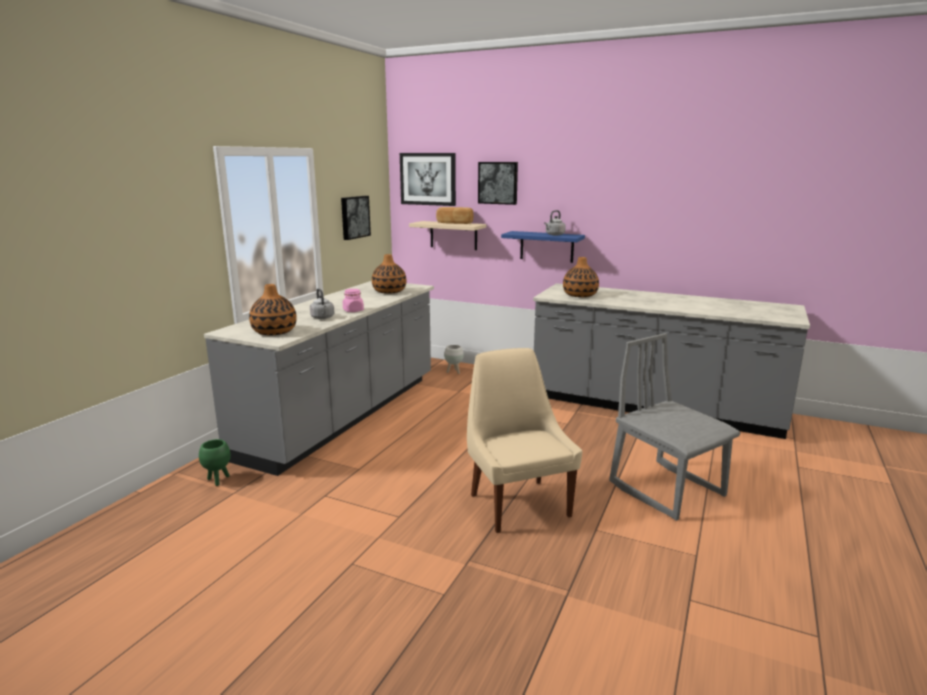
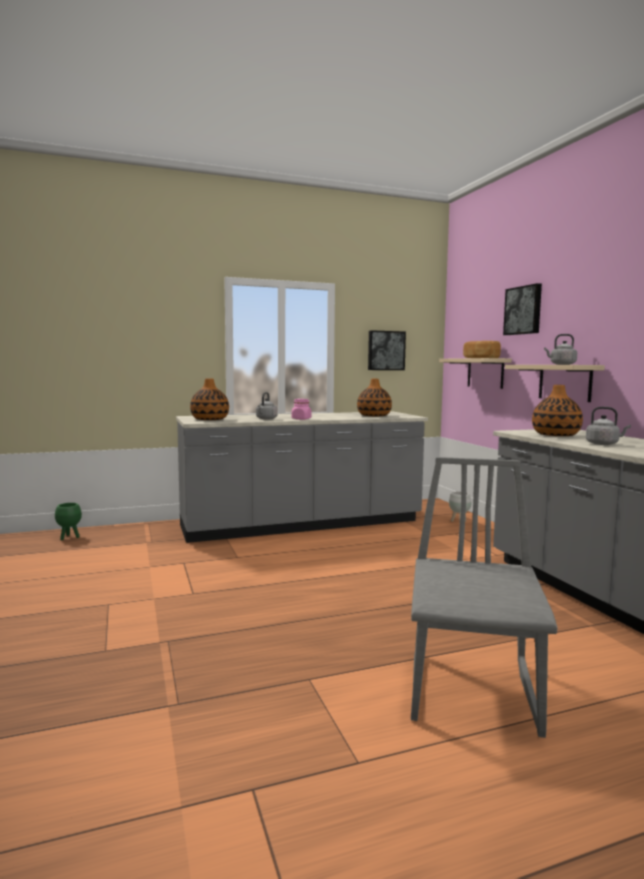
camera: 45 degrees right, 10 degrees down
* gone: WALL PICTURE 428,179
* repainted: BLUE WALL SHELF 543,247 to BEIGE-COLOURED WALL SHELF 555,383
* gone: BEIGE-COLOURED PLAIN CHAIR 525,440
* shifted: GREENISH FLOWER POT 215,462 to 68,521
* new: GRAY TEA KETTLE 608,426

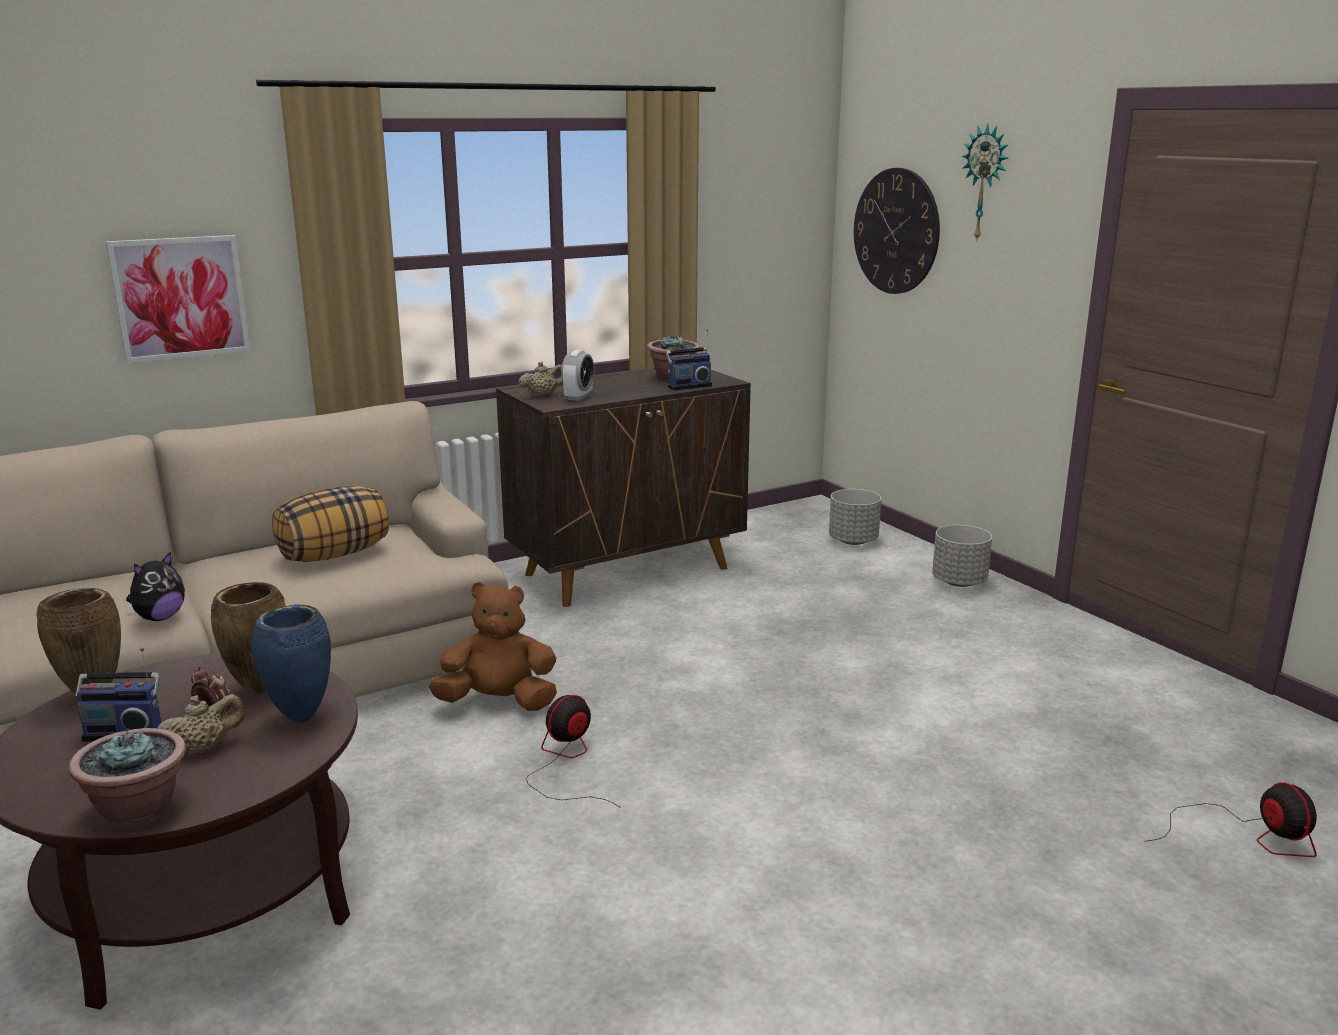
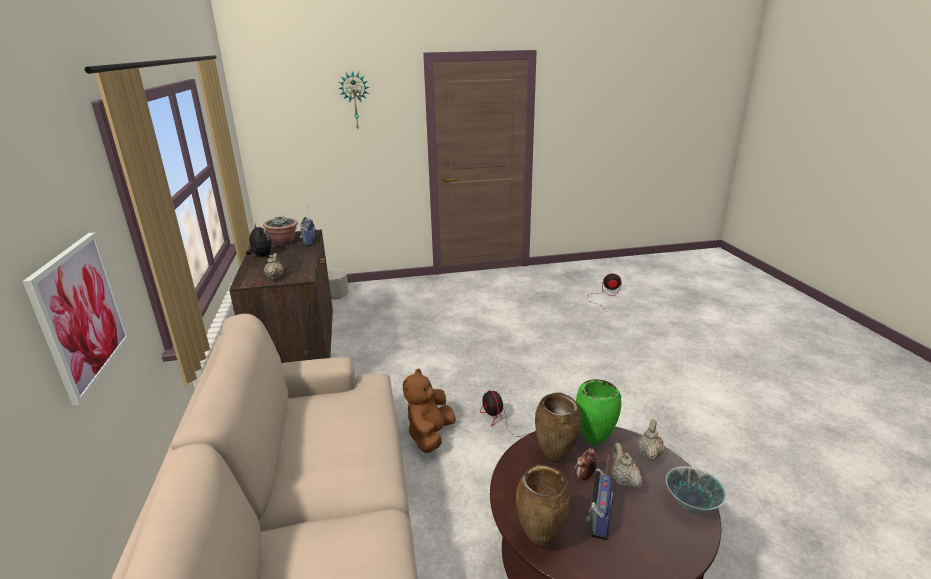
camera: 70 degrees left, 5 degrees up
* gone: HANGING CLOCK 897,231
* gone: BEDSIDE CLOCK 577,375
* gone: THROW PILLOW 330,524
* gone: GRAY FLOWER POT 962,556
* shifted: SOFT TOY 155,586 to 259,240
* repainted: BLUE VASE 291,663 to GREENISH VASE 598,412
* swapped: HOUSEPLANT 127,777 to BOWL 696,489
* new: BEIGE-COLOURED TEA POT 651,439

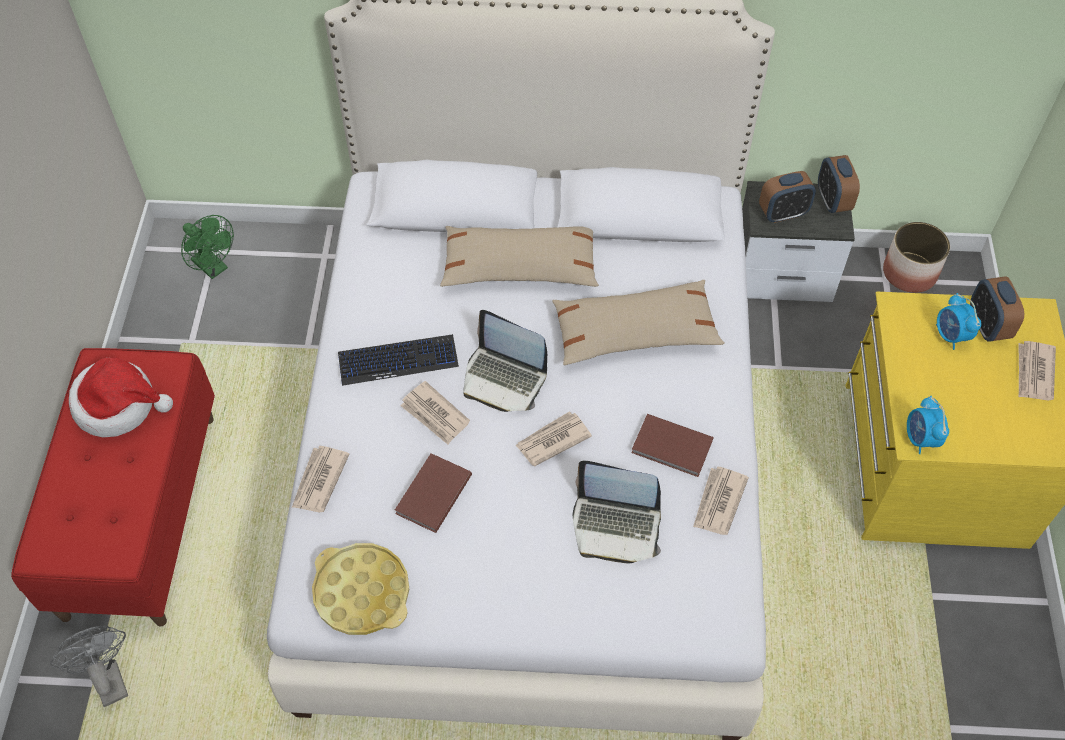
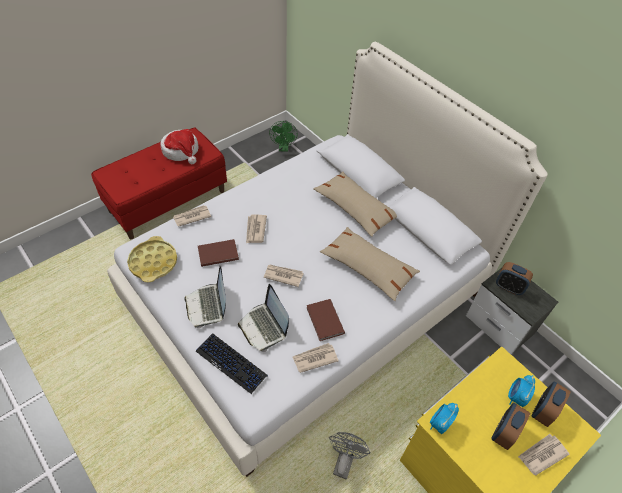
camera: 45 degrees right, 5 degrees down
* shifted: BEDSIDE CLOCK 839,184 to 510,426
* gone: FLOWER POT 916,257
* shifted: PORTABLE COMPUTER 505,361 to 205,297
* shifted: PC KEYBOARD 398,360 to 232,363
* shifted: GRAY COOLING FAN 89,666 to 350,455

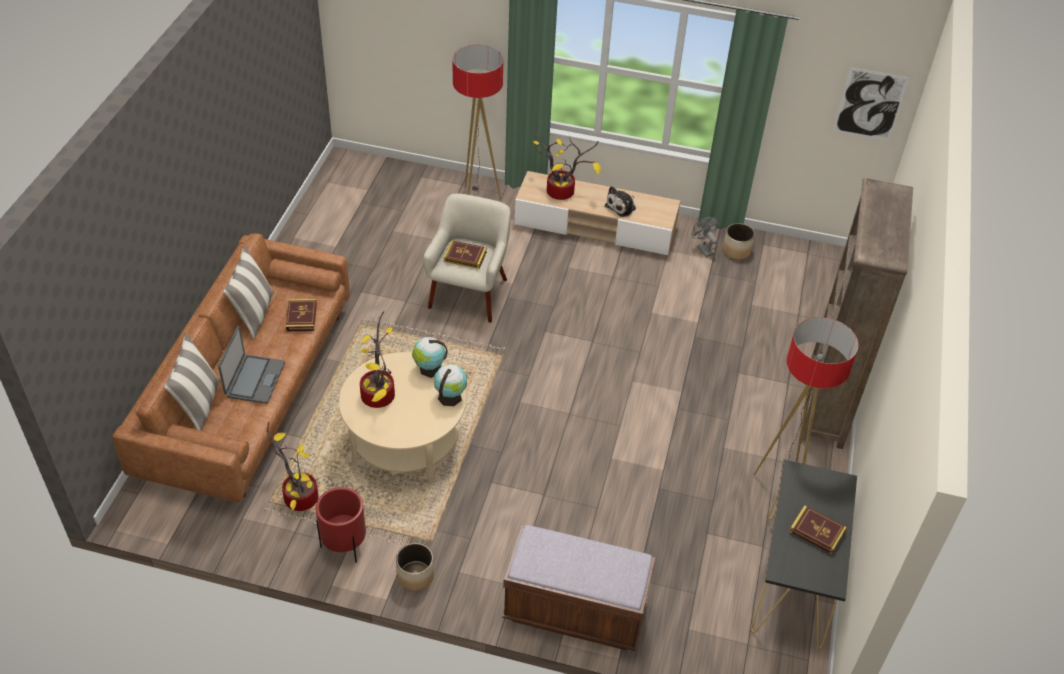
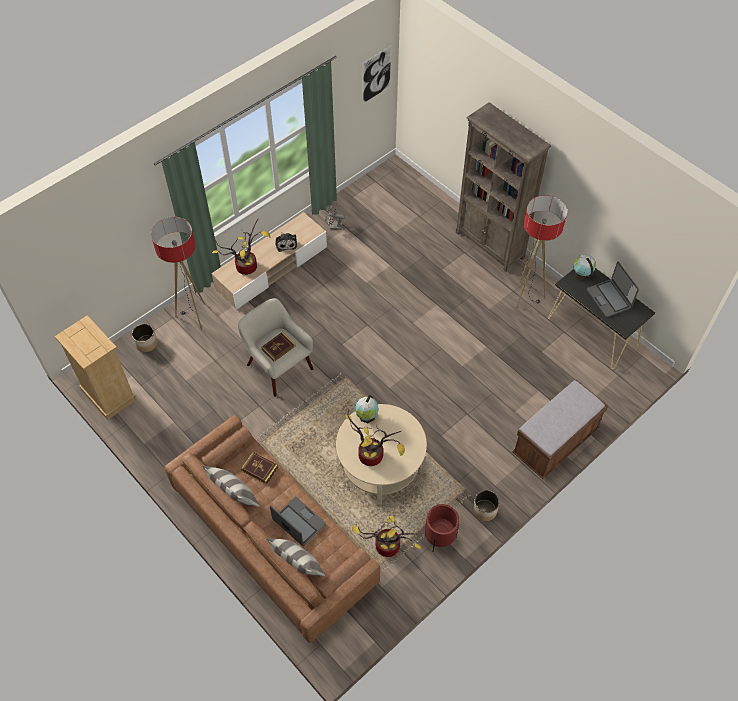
camera: 55 degrees left, 10 degrees up
* shifted: FLOWER POT 739,241 to 145,338
* shifted: DESK GLOBE 450,385 to 584,268
* swapped: VOLUME 818,529 to PORTABLE COMPUTER 613,289
* new: BEIGE-COLOURED CHEST OF DRAWERS 96,367

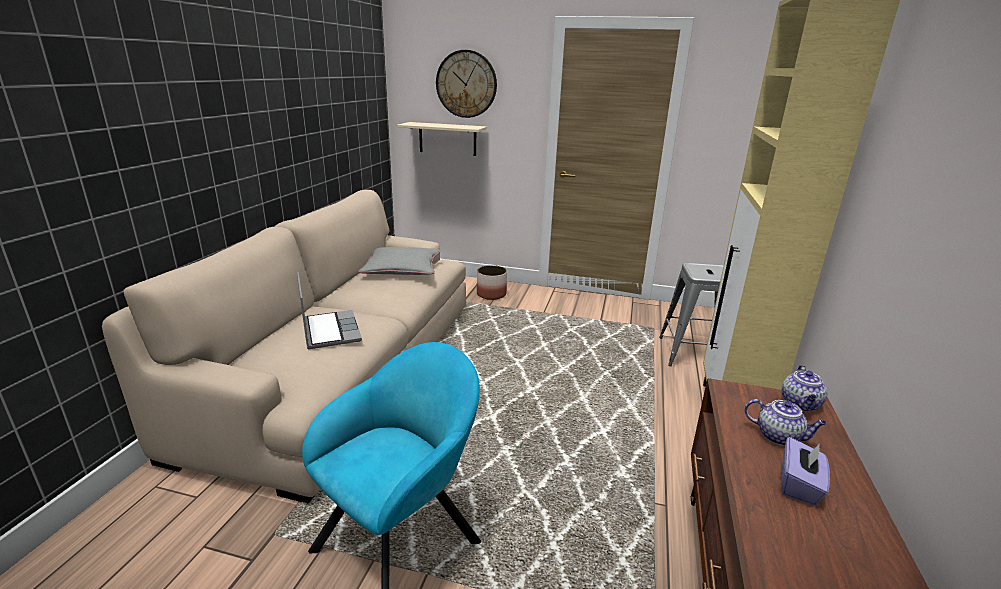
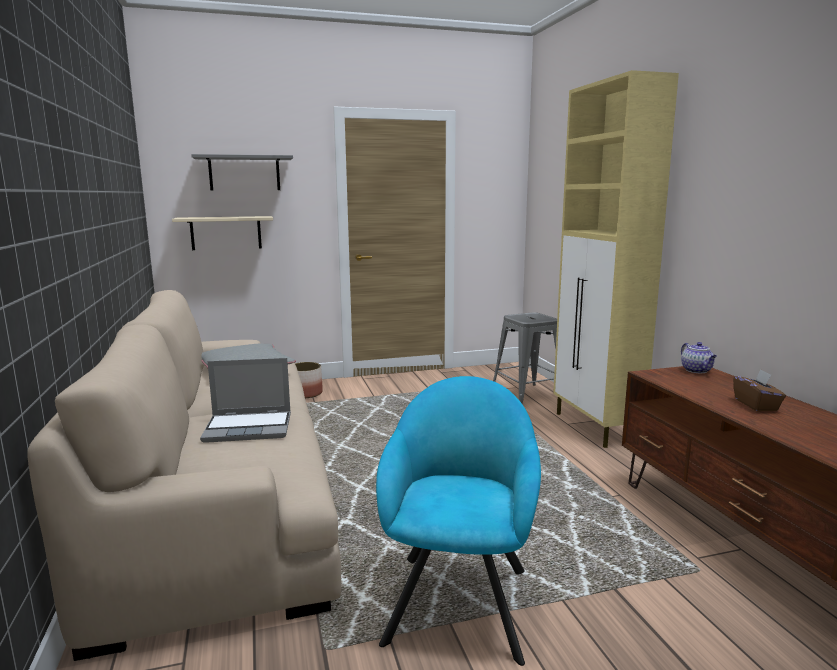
camera: 30 degrees left, 10 degrees down
* swapped: HANGING CLOCK 466,84 to GRAY WALL SHELF 242,172
* rotated: PORTABLE COMPUTER 329,310 = 245,400 135 degrees clockwise
* gone: TEA POT 785,422
* repainted: PURPLE BOX OF TISSUES 805,471 to BROWN BOX OF TISSUES 759,390

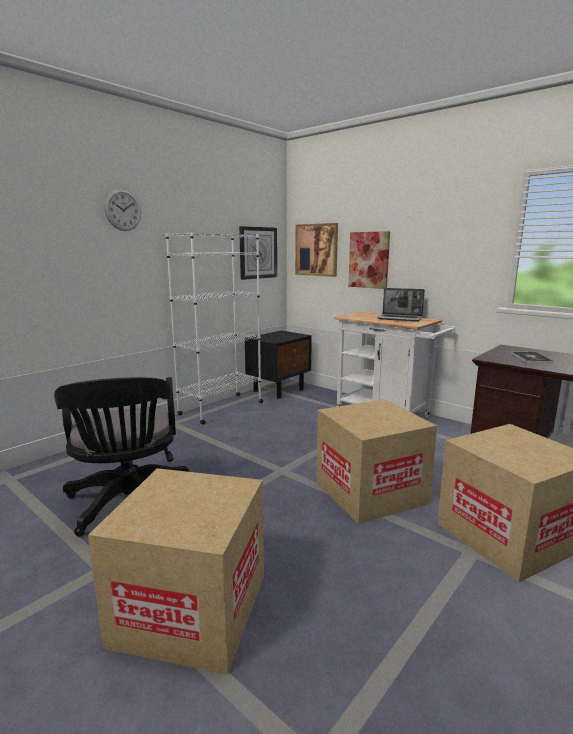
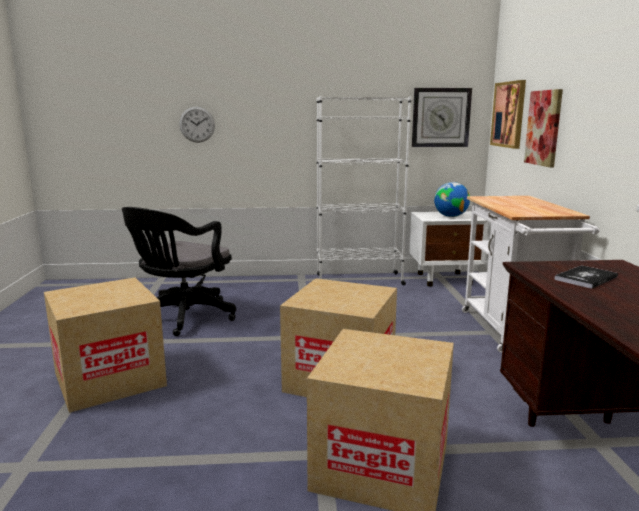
camera: 45 degrees right, 0 degrees up
* shifted: HANGING CLOCK 122,210 to 197,125
* gone: PORTABLE COMPUTER 401,305
* repainted: BLACK NIGHT TABLE 278,364 to WHITE NIGHT TABLE 448,248
* new: DESK GLOBE 452,199

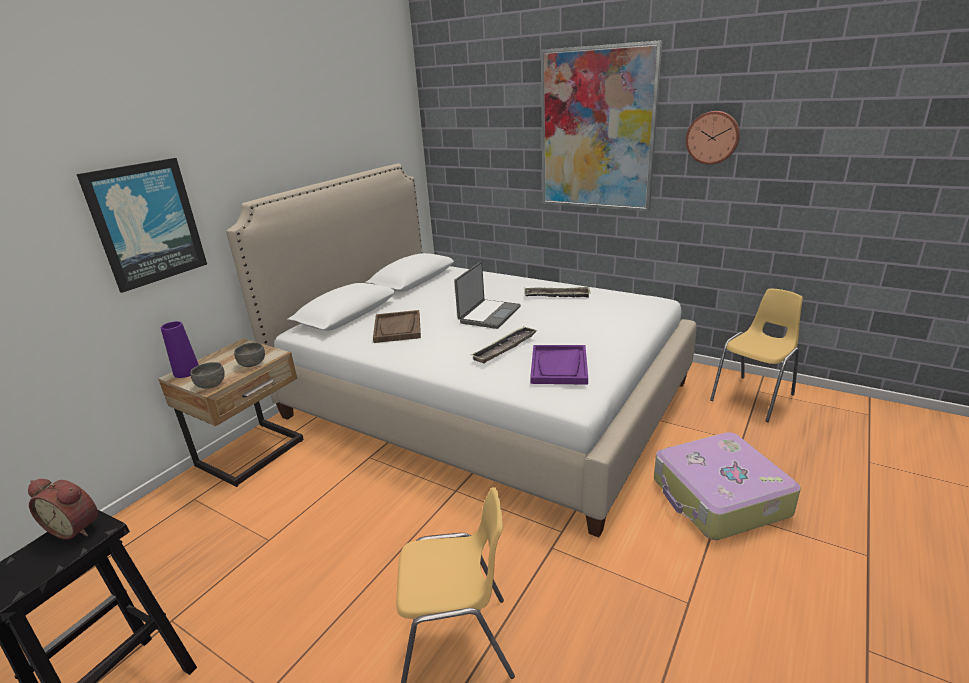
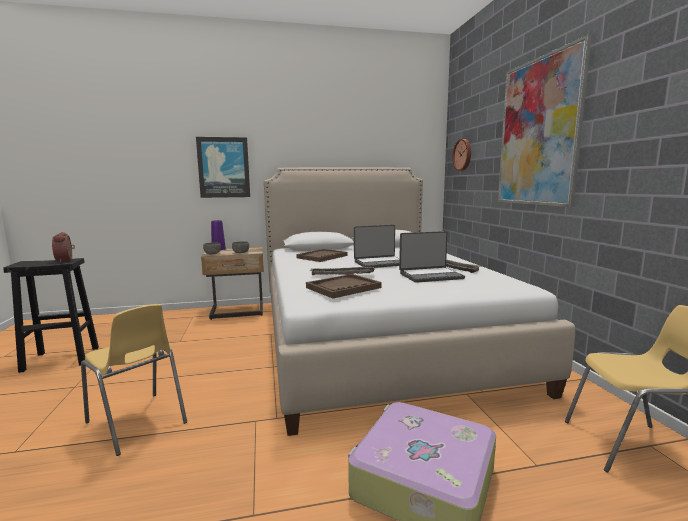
camera: 45 degrees right, 15 degrees down
* shifted: HANGING CLOCK 713,138 to 461,155
* repainted: PURPLE SERVING TRAY 559,365 to BROWN SERVING TRAY 343,286
* new: PORTABLE COMPUTER 432,257

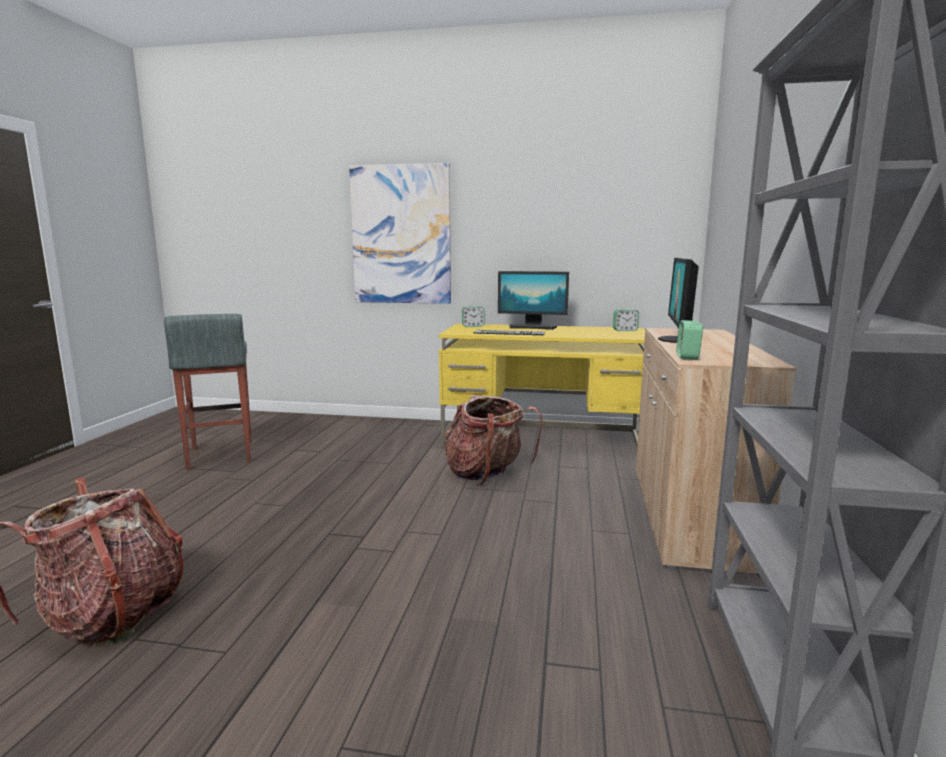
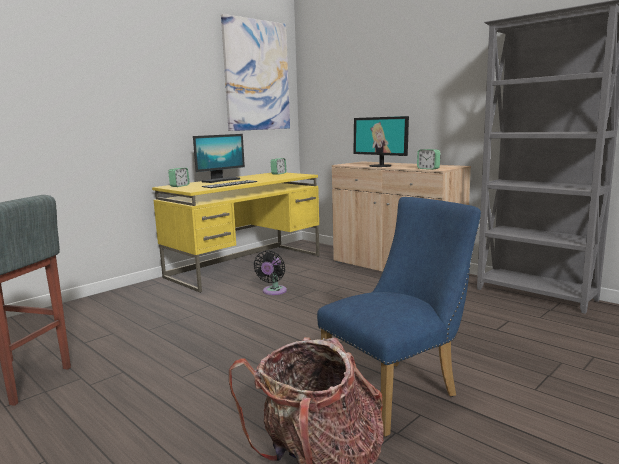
camera: 55 degrees left, 0 degrees up
* shifted: WALL PICTURE 400,233 to 255,72
* swapped: BACKPACK 493,440 to BLACK COOLING FAN 270,272
* new: BLUE PLAIN CHAIR 399,317

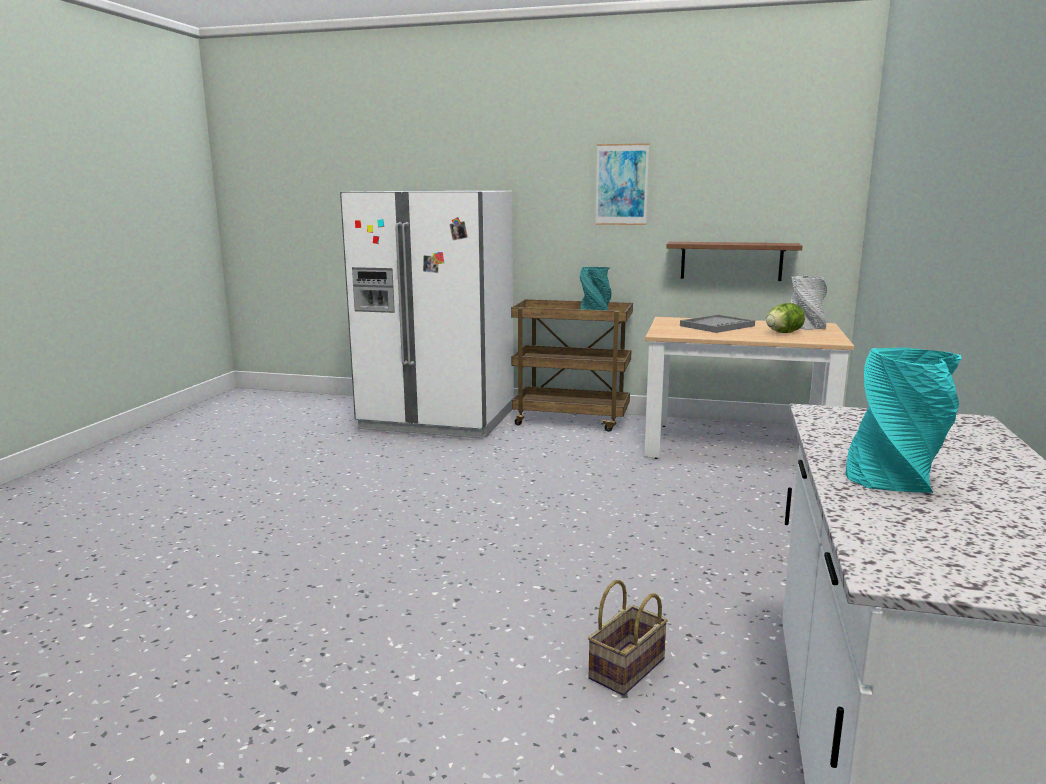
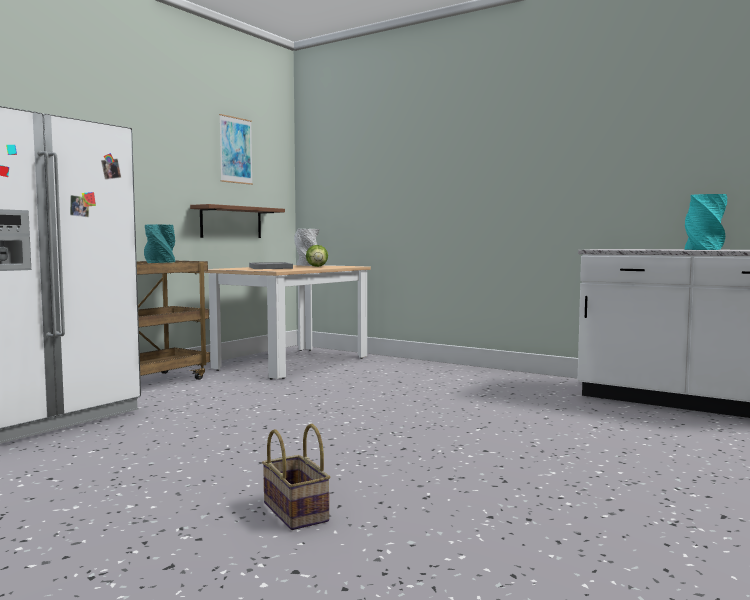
camera: 70 degrees left, 10 degrees down
* shifted: WALL PICTURE 622,184 to 236,149
* shifted: HOUSEHOLD BASKET 628,638 to 296,477

